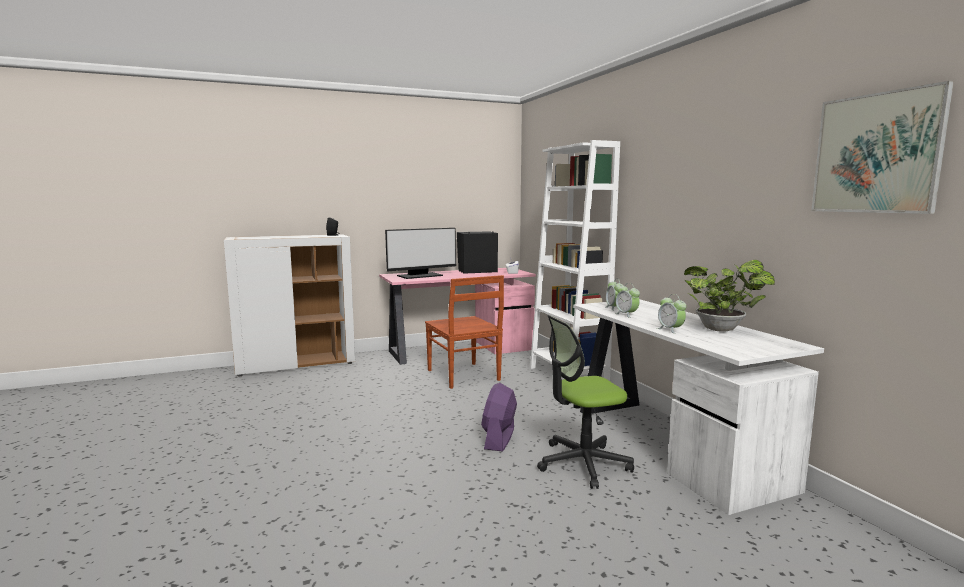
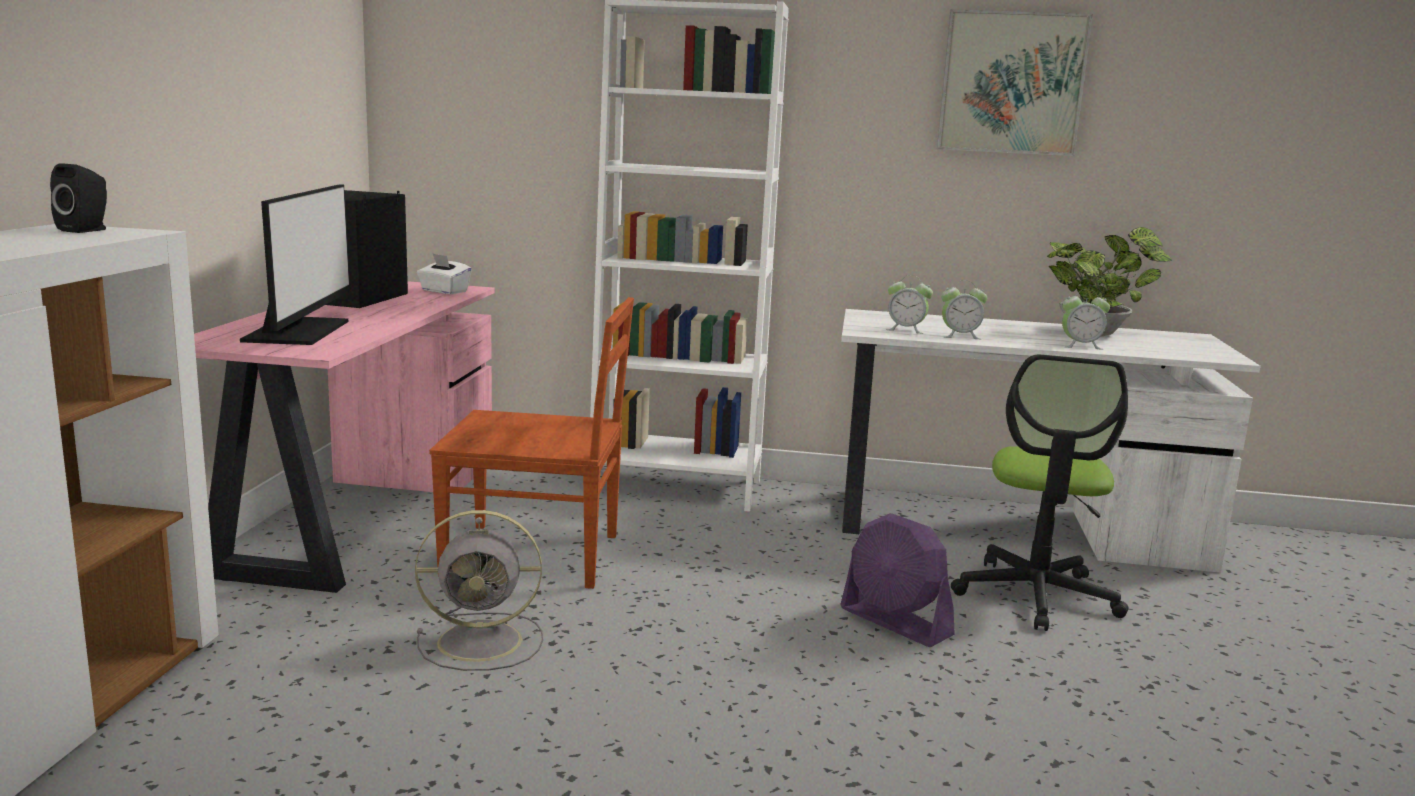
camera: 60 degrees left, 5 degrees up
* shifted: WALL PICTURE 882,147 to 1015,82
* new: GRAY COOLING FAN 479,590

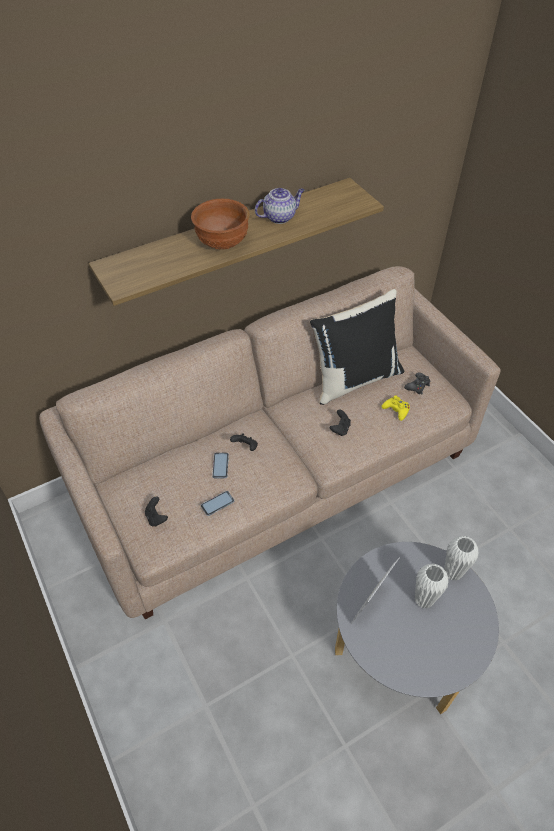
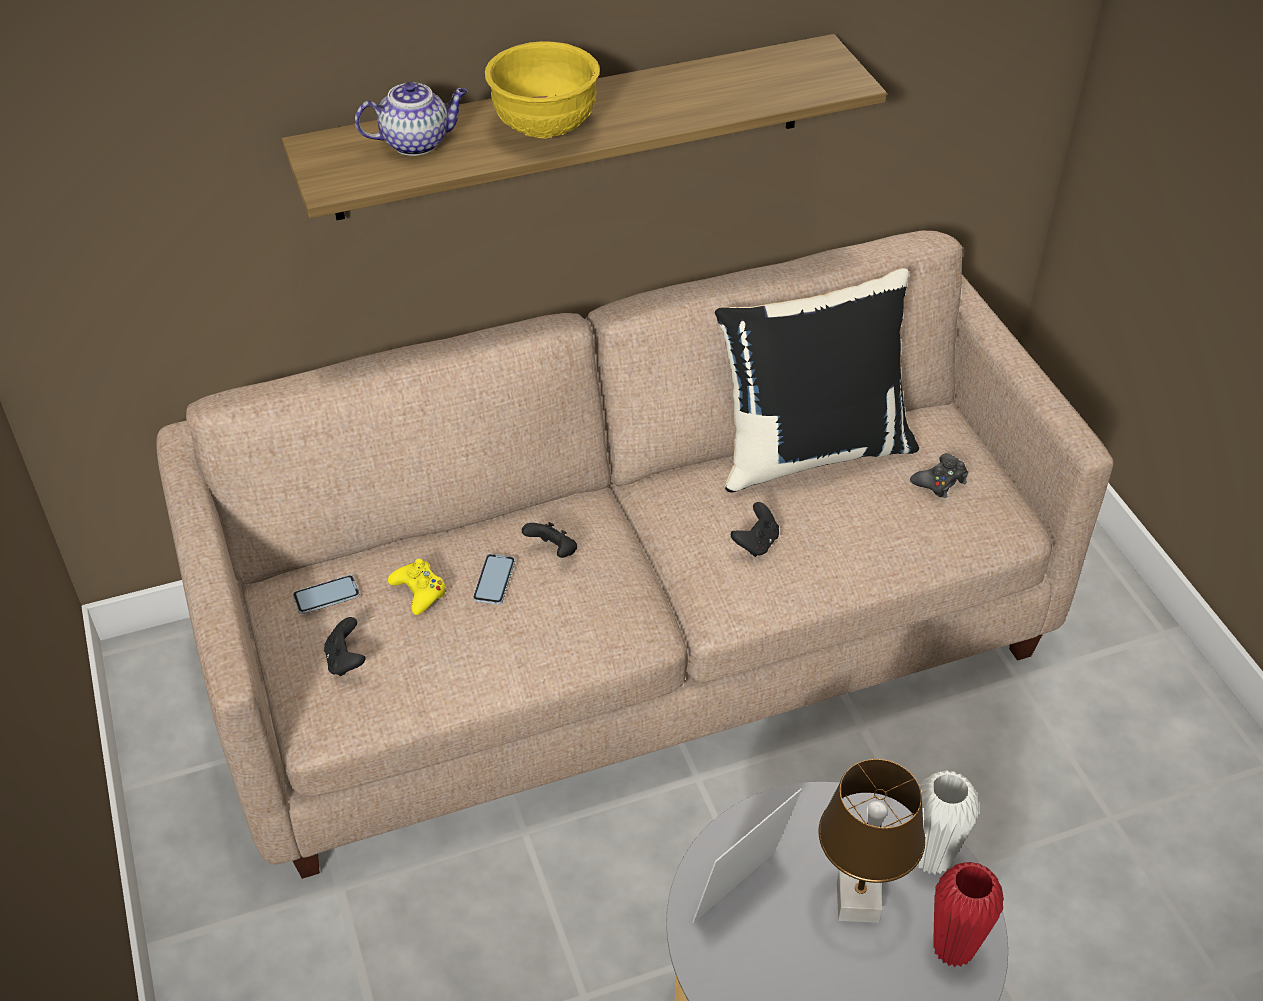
camera: 10 degrees right, 5 degrees down
* shifted: TEA POT 279,206 to 411,119
* repainted: BROWN BOWL 220,224 to YELLOWISH BOWL 542,89
* shifted: YELLOWISH GAME CONTROLLER 395,408 to 417,587
* shifted: PHONE 217,503 to 326,594
* swapped: WHITE VASE 432,586 to BROWN TABLETOP LAMP 872,841
* new: RED-COLOURED VASE 968,914

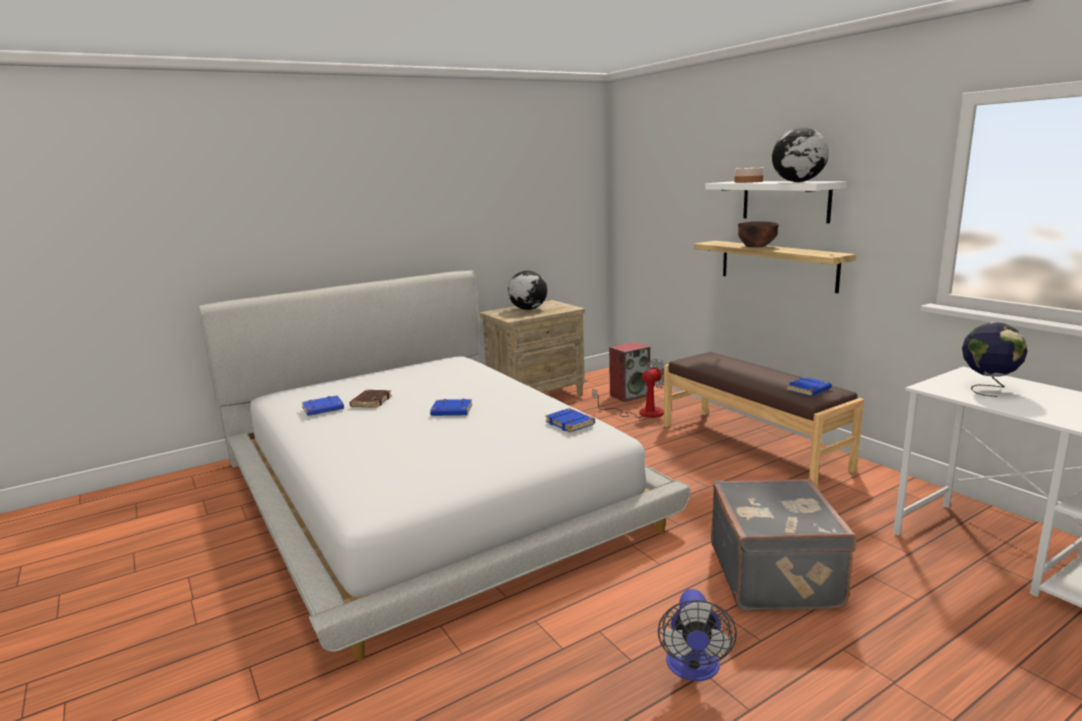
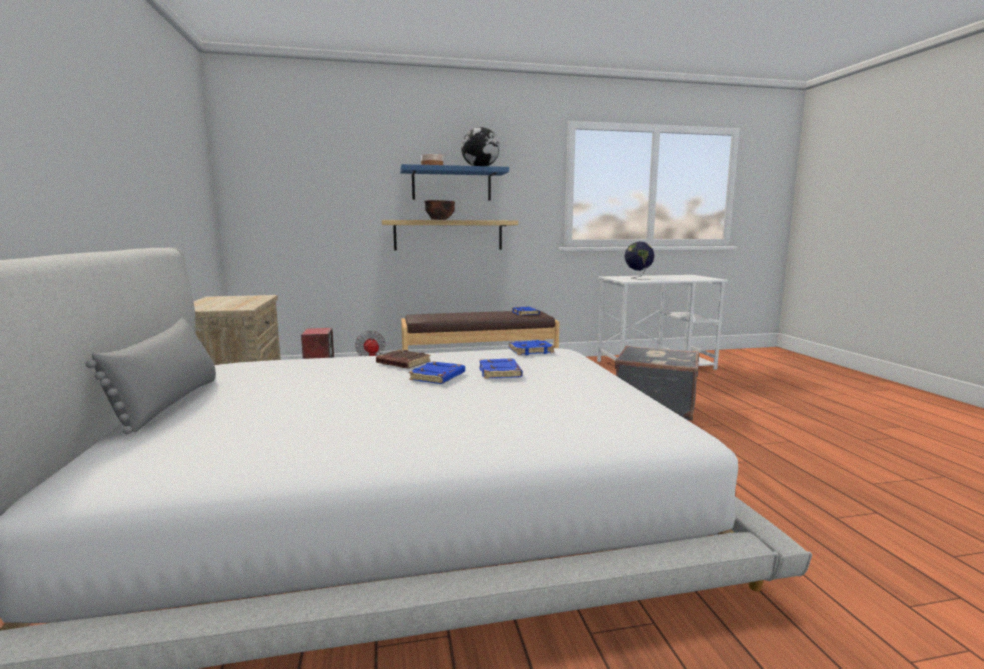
camera: 70 degrees left, 5 degrees down
* repainted: WHITE WALL SHELF 776,202 to BLUE WALL SHELF 454,182
* gone: DESK GLOBE 527,290
* shifted: BROWN VOLUME 370,399 to 403,359
* shifted: BLUE VOLUME 323,405 to 501,368
* gone: COOLING FAN 697,635
* new: GRAY THROW PILLOW 151,376

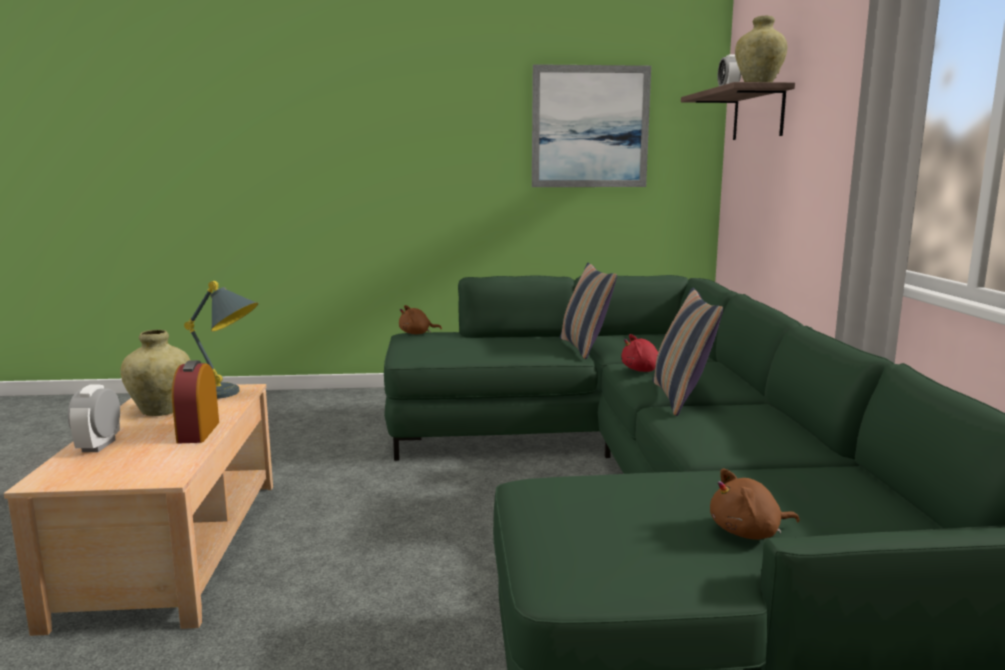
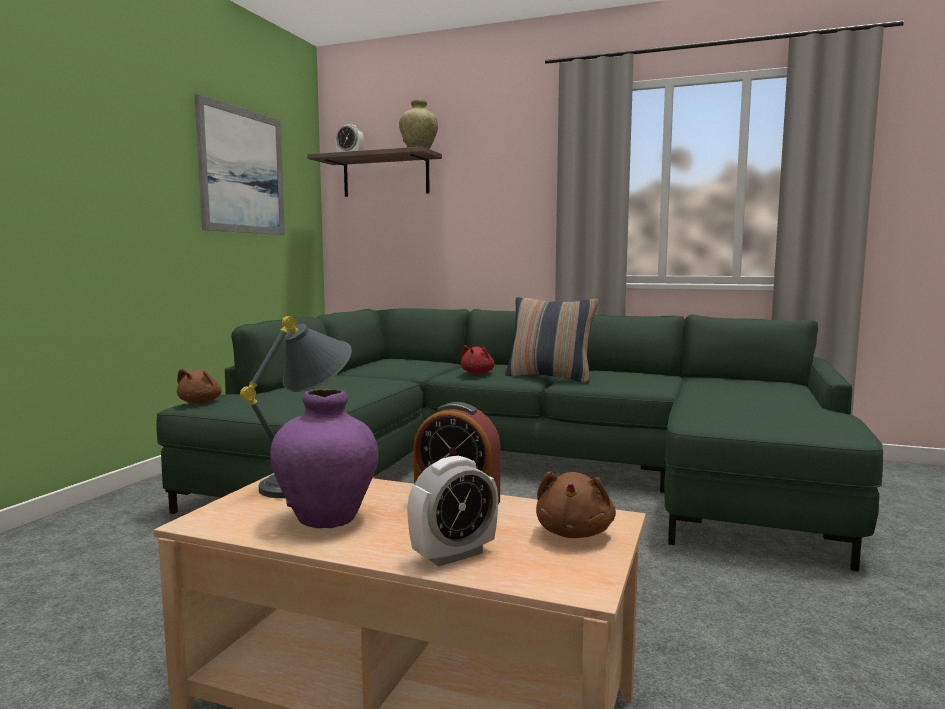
camera: 65 degrees left, 5 degrees down
* gone: THROW PILLOW 588,311
* repainted: BEIGE-COLOURED VASE 155,373 to PURPLE VASE 324,458
* rotated: BEDSIDE CLOCK 94,418 = 452,511 60 degrees counterclockwise
* shifted: BROWN SOFT TOY 755,504 to 576,504

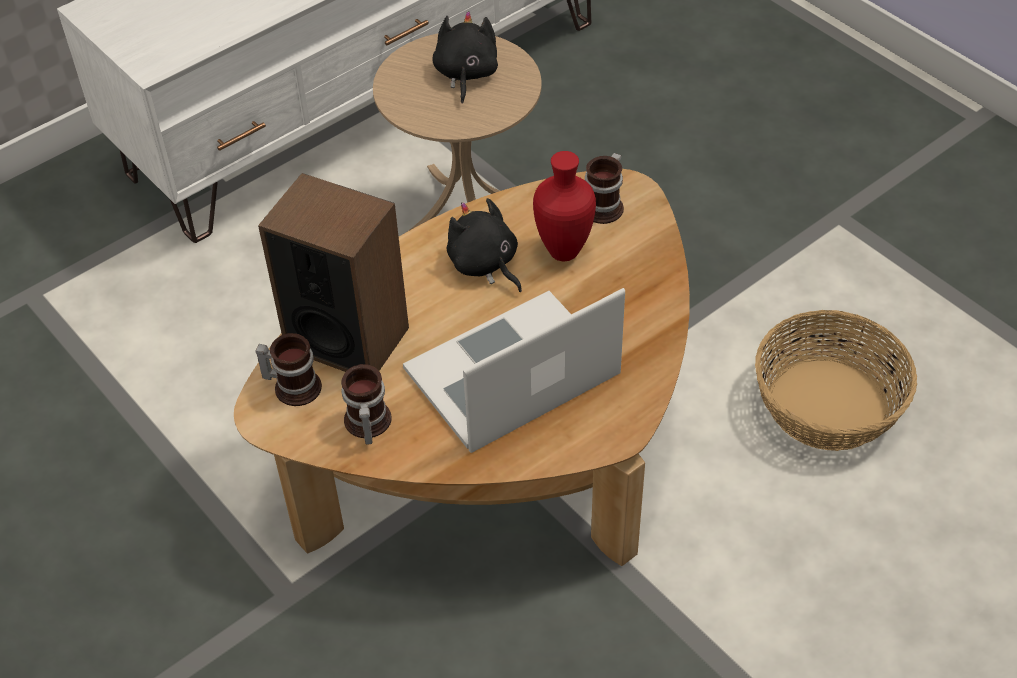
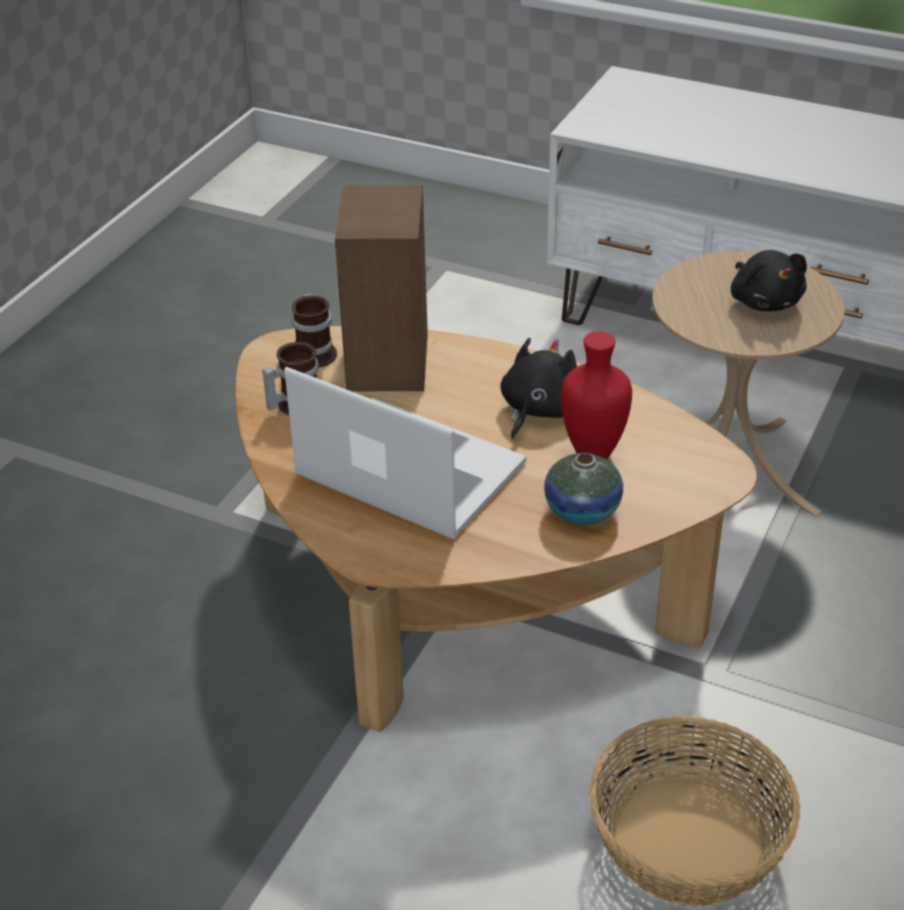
camera: 65 degrees right, 10 degrees down
* rotated: BLACK SOFT TOY 465,57 = 769,280 90 degrees clockwise
* gone: COFFEE MUG 604,188
* new: VASE 583,489

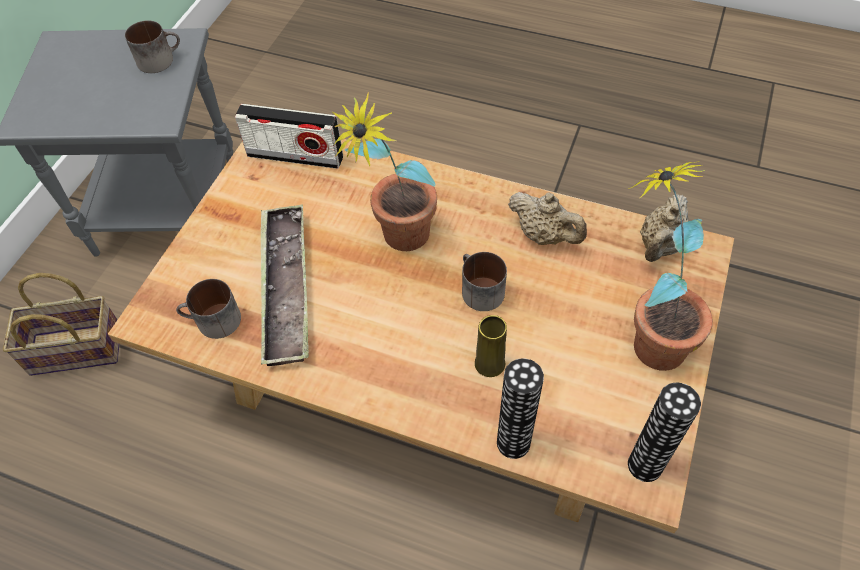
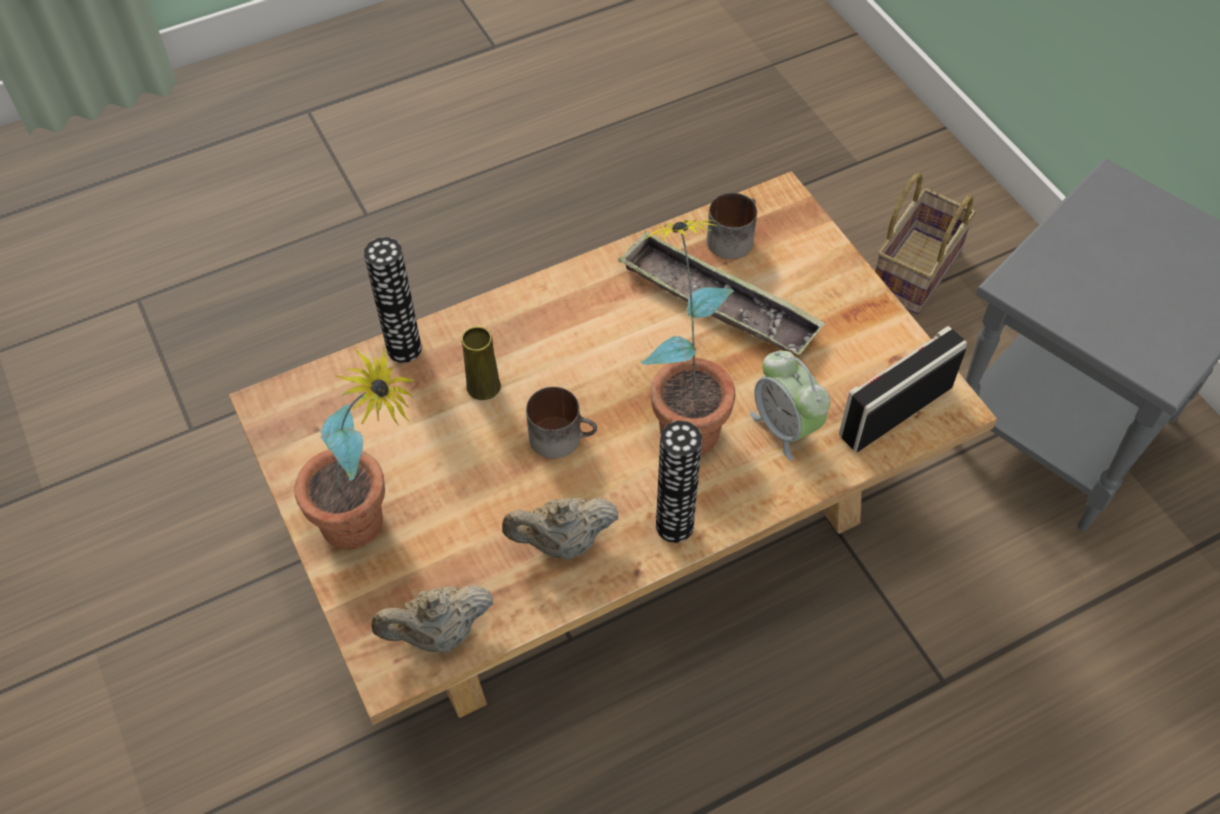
camera: 130 degrees right, 0 degrees up
* gone: COFFEE MUG 152,46
* rotated: BEIGE-COLOURED TEA POT 664,228 = 432,619 90 degrees counterclockwise
* shifted: VASE 664,432 to 679,482
* new: BEDSIDE CLOCK 790,406

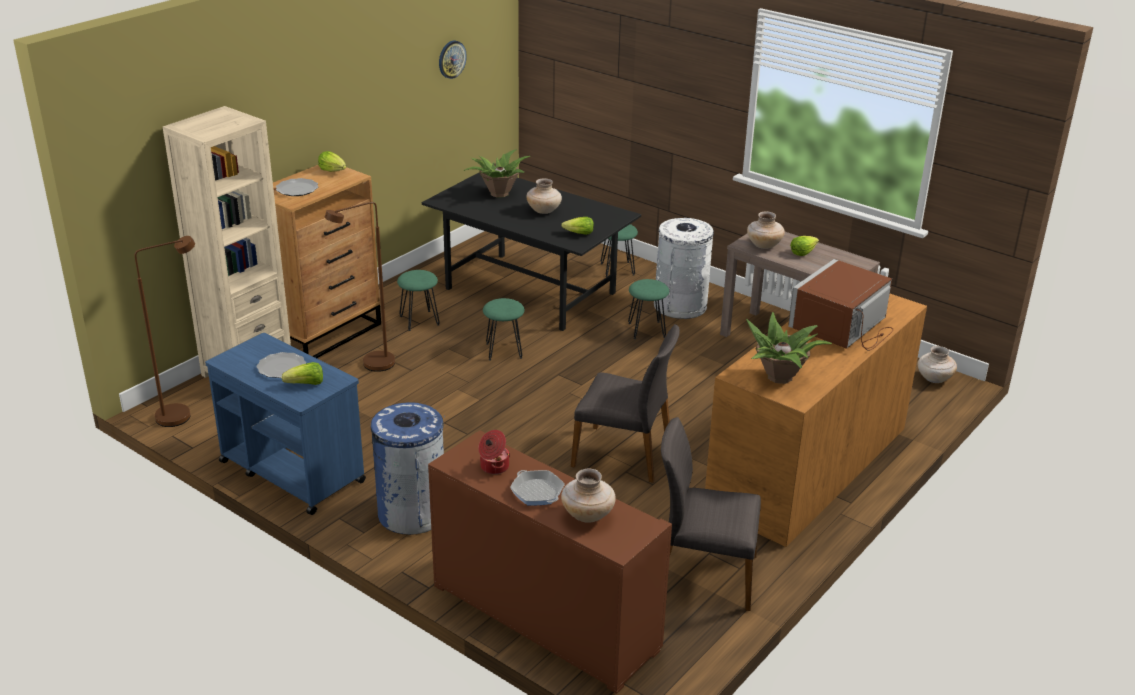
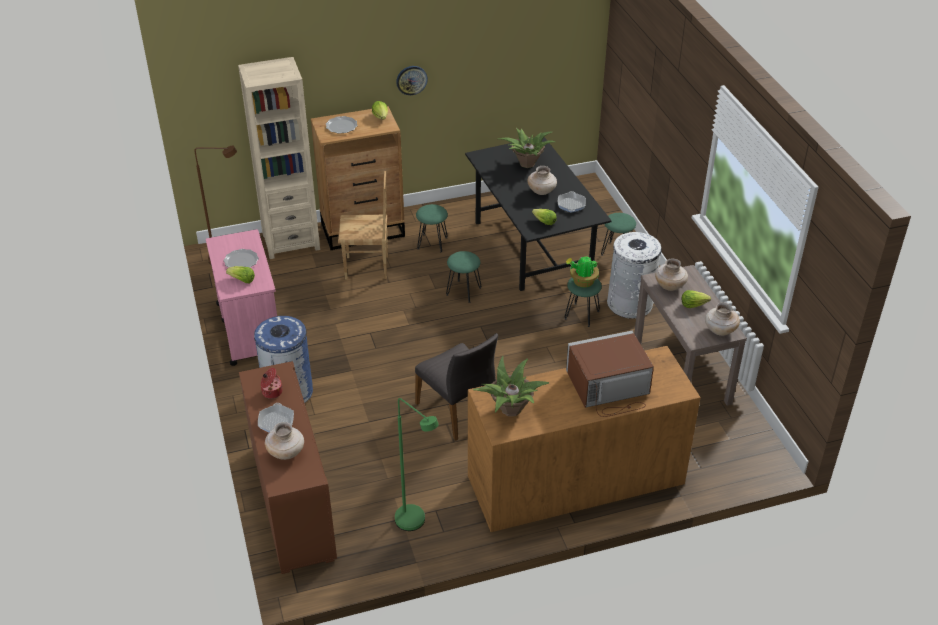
camera: 35 degrees right, 10 degrees up
* shifted: HANGING CLOCK 453,60 to 412,80
* swapped: BROWN STANDARD LAMP 360,287 to BROWN PLAIN CHAIR 363,225
* repainted: BLUE CART 285,424 to PINK CART 241,297
* shifted: BEIGE-COLOURED VASE 937,364 to 722,319
* swapped: GRAY PLAIN CHAIR 711,514 to GREENISH STANDARD LAMP 417,464
* new: PAN 572,202
* new: HOUSEPLANT 582,271

